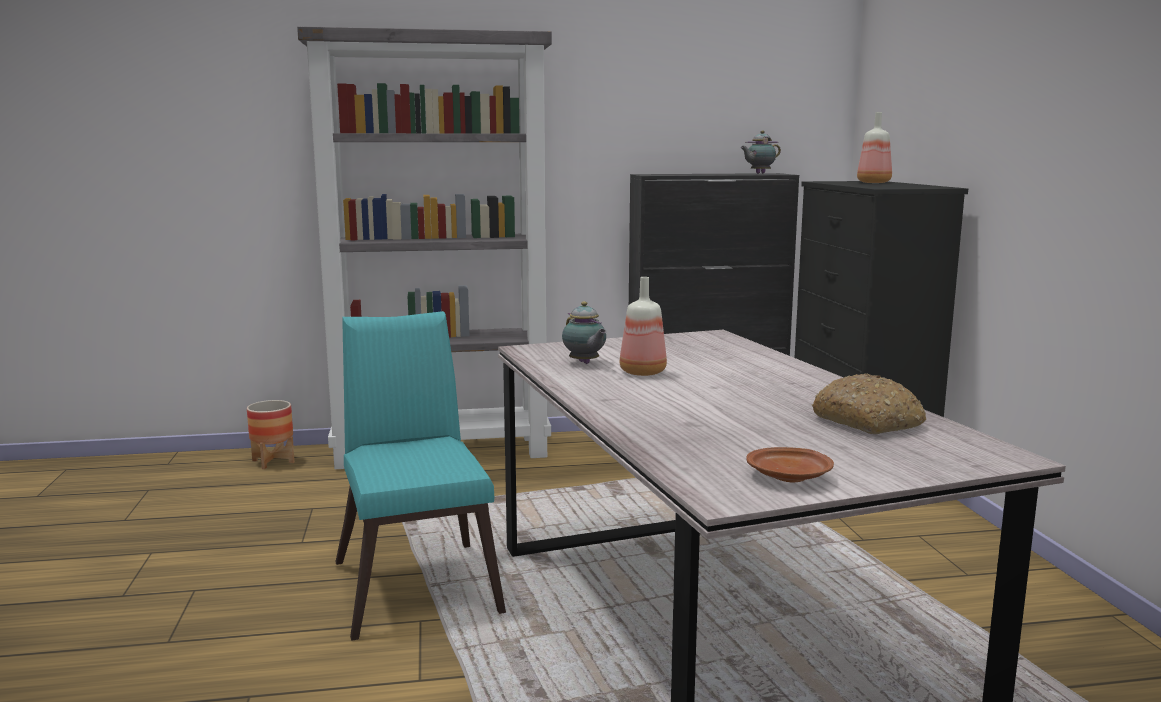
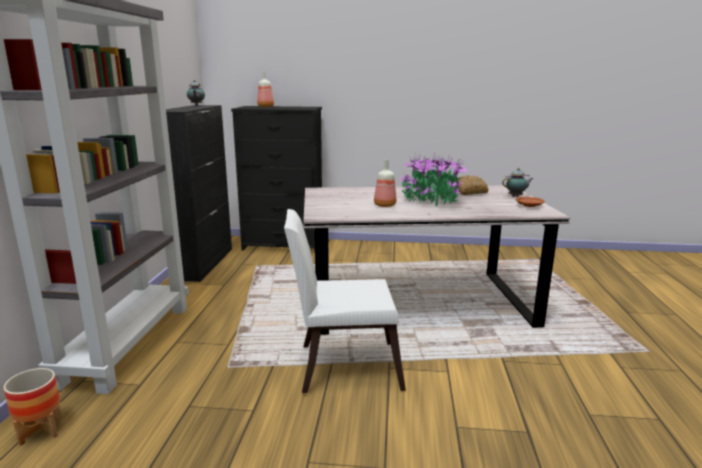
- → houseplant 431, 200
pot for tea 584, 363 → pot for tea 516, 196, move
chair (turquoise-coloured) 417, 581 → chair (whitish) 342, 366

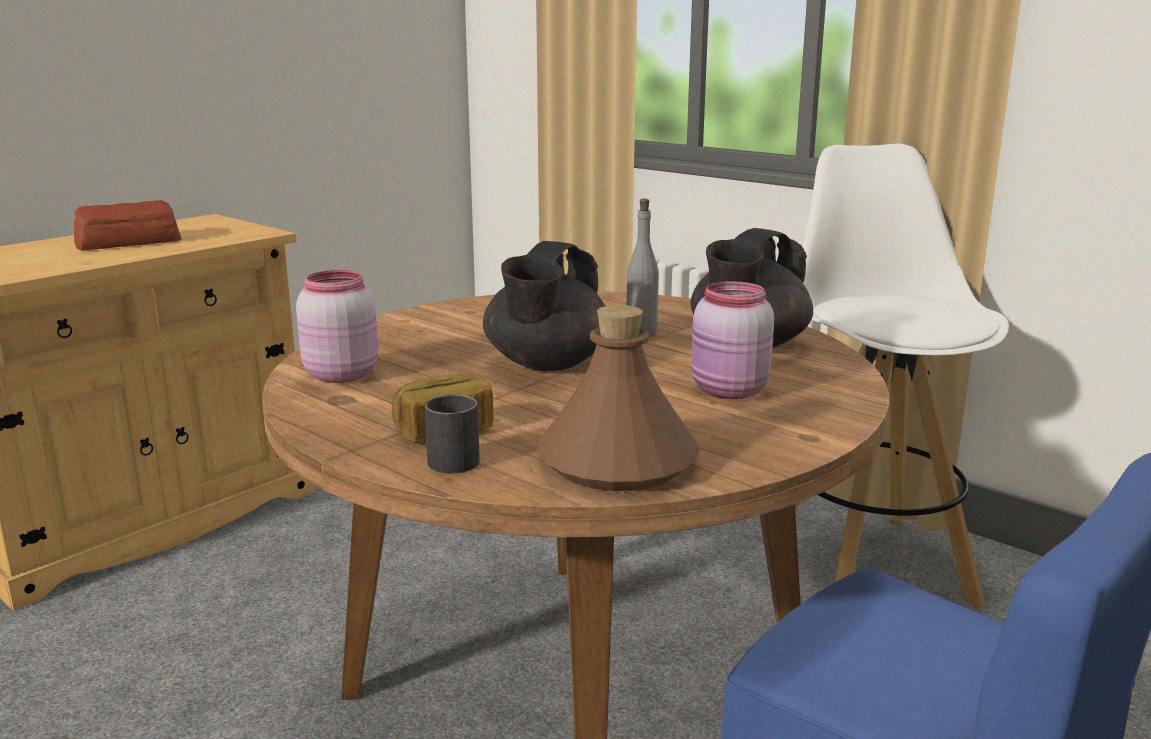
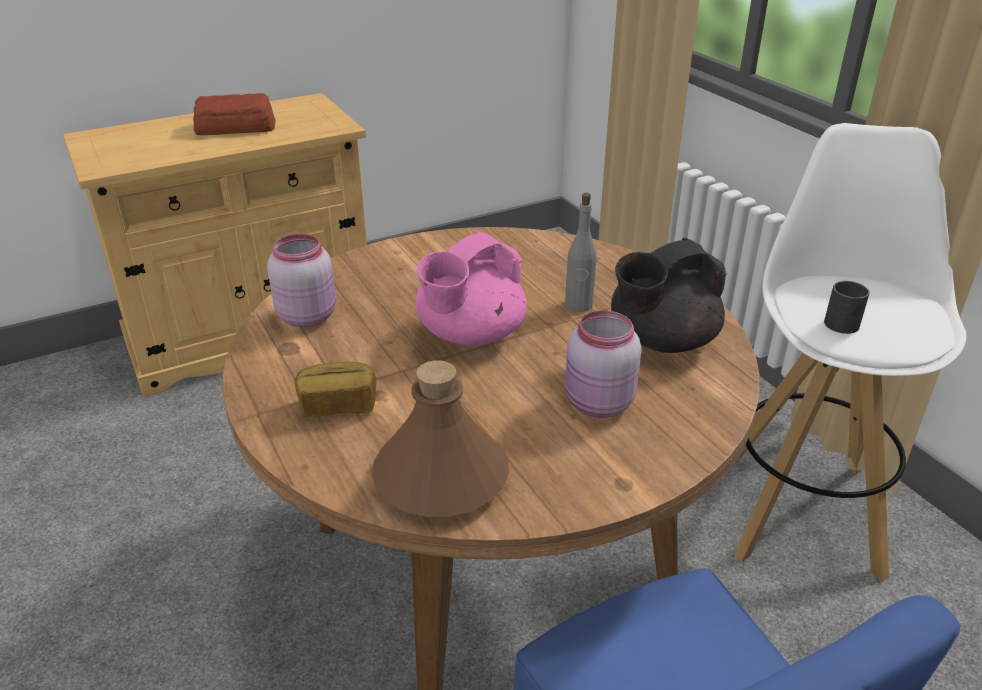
tea mug (black) 459, 457 → tea mug (black) 845, 321, move
pot for tea (black) 546, 365 → pot for tea (pink) 470, 335

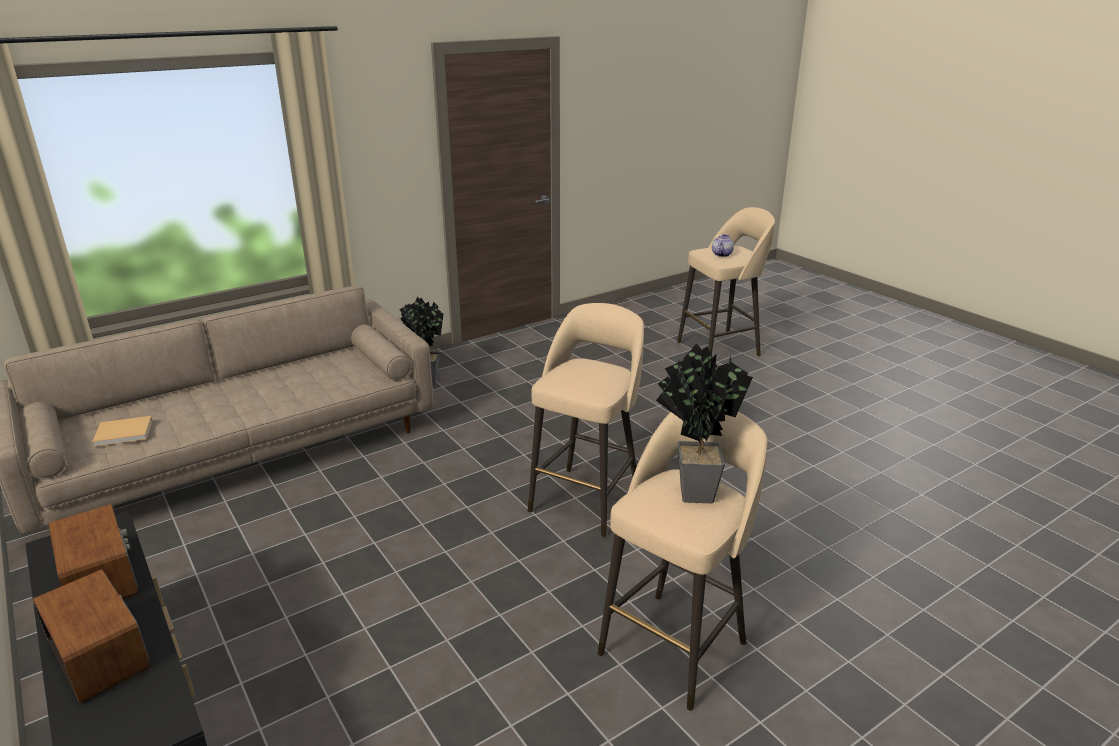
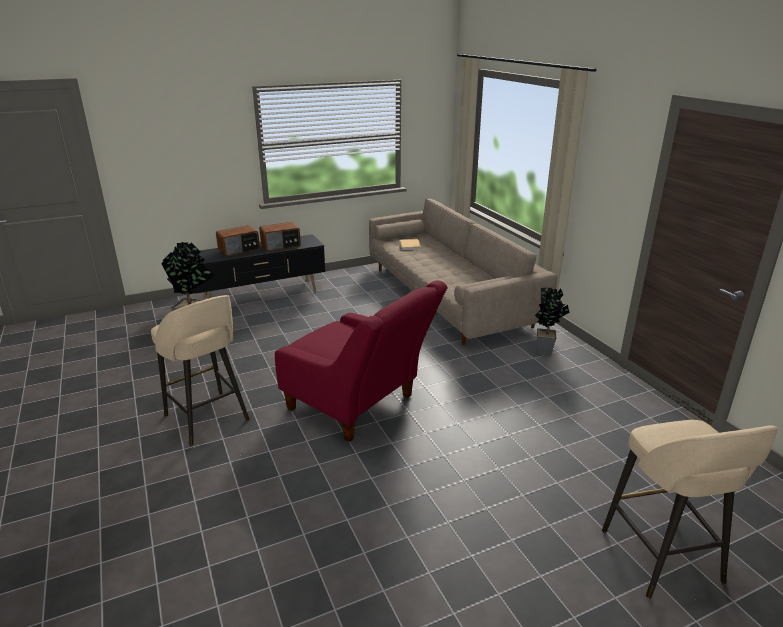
pot for tea 721, 254 → -
stool (beige) 587, 499 → lounge chair (reddish) 359, 406

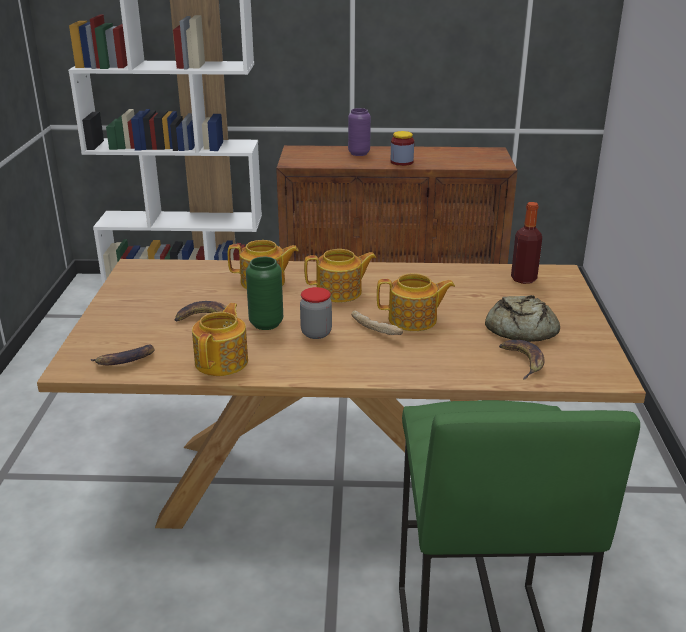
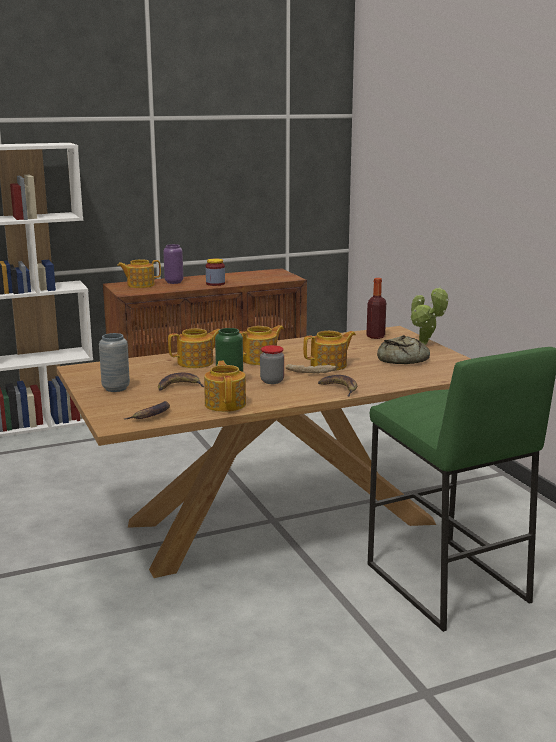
- → vase (gray) 116, 388
- → pot for tea 140, 285
- → houseplant 425, 344
banana 523, 361 → banana 339, 388, move

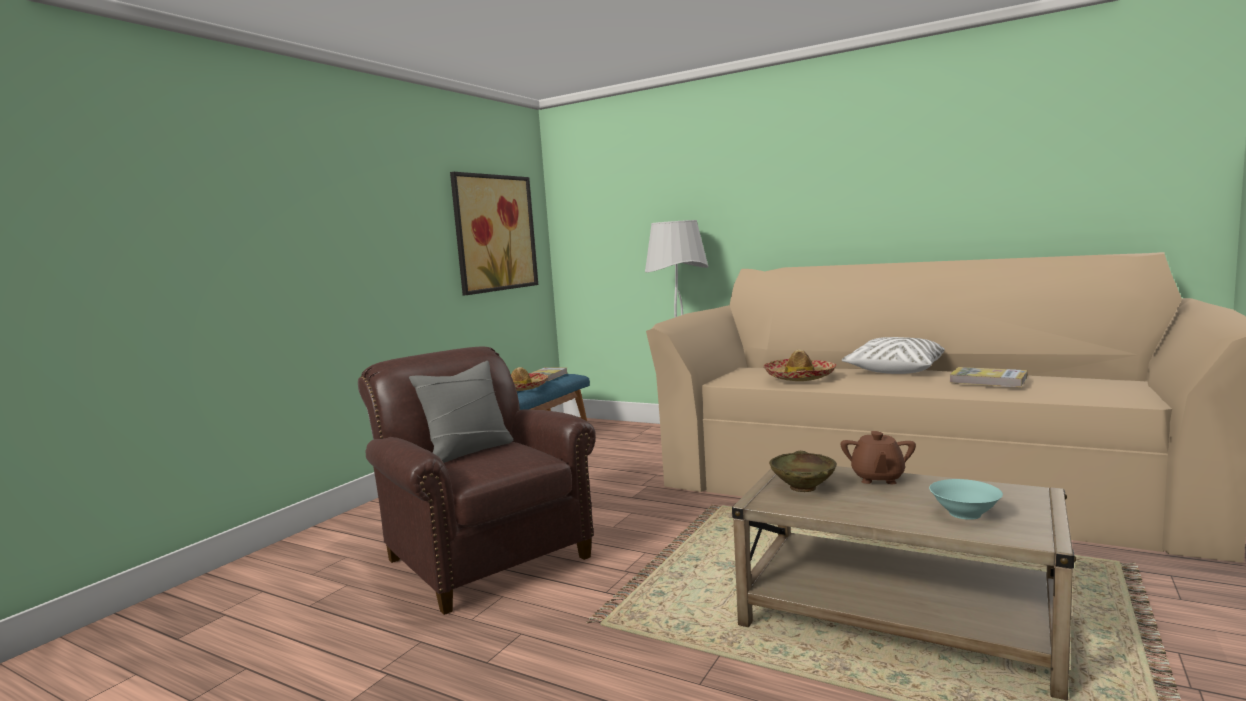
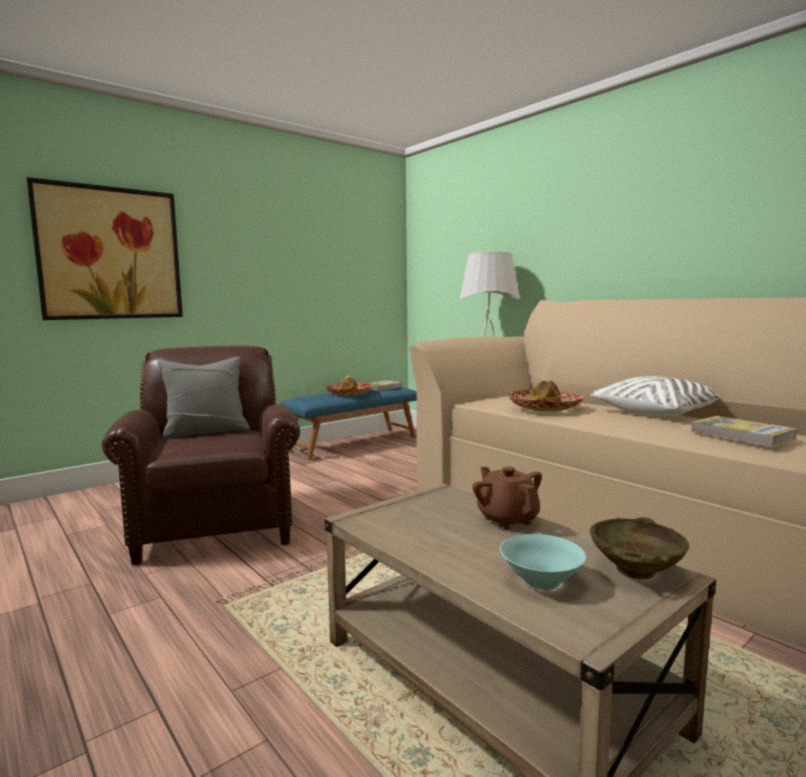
wall art 495, 233 → wall art 110, 253, move
bowl (beige) 803, 487 → bowl (beige) 635, 570, move
pot for tea (brown-coloured) 877, 478 → pot for tea (brown-coloured) 507, 519, 120 degrees clockwise

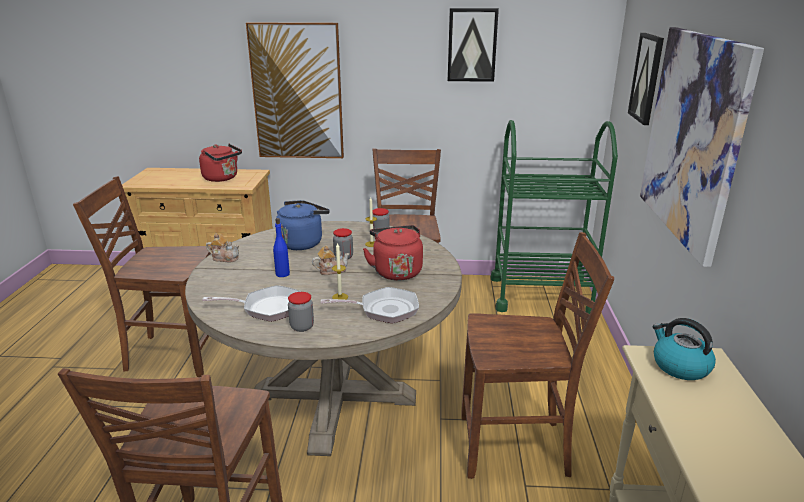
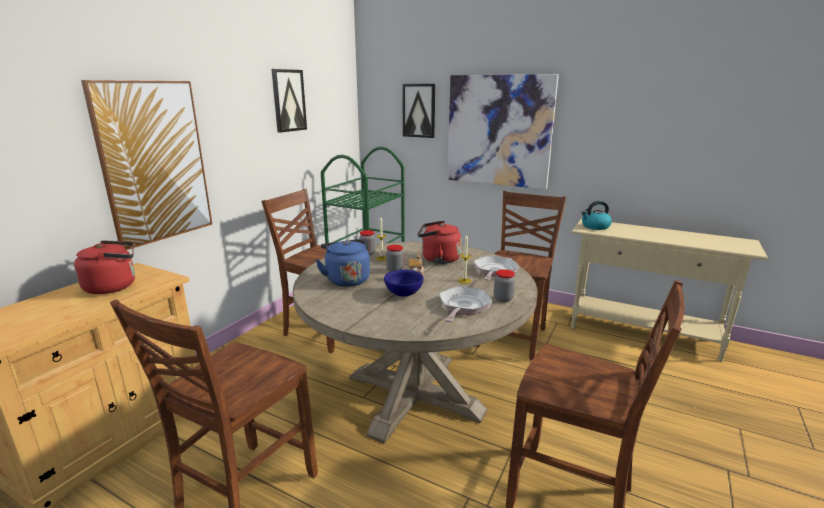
pot for tea 225, 258 → -
bottle (blue) 282, 274 → bowl (blue) 403, 294

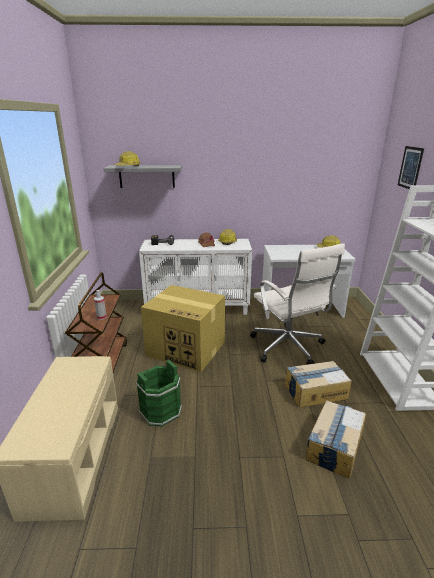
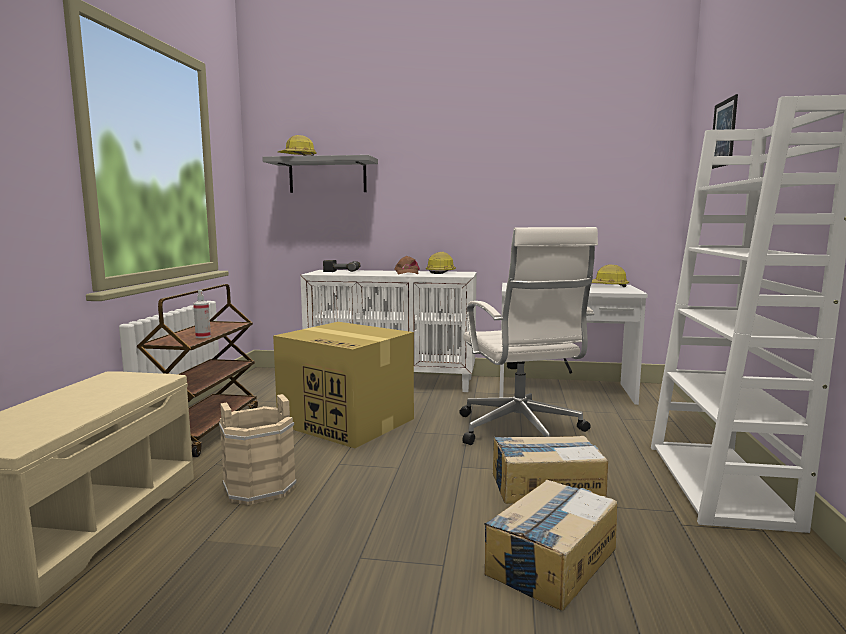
pail (green) 160, 411 → pail (beige) 259, 487

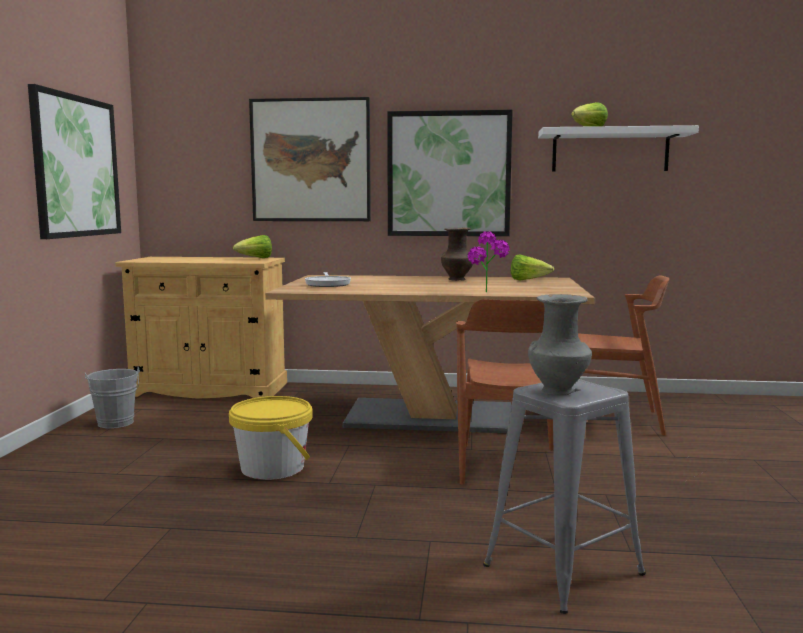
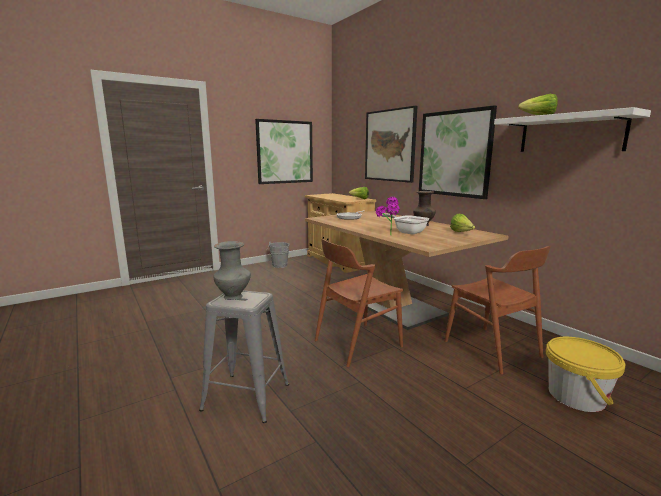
- → pan 407, 232
pail (yellow) 273, 468 → pail (yellow) 576, 396, move

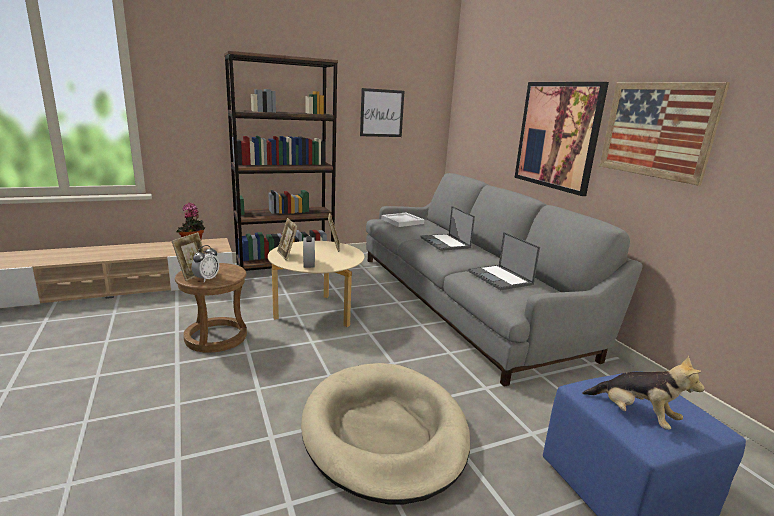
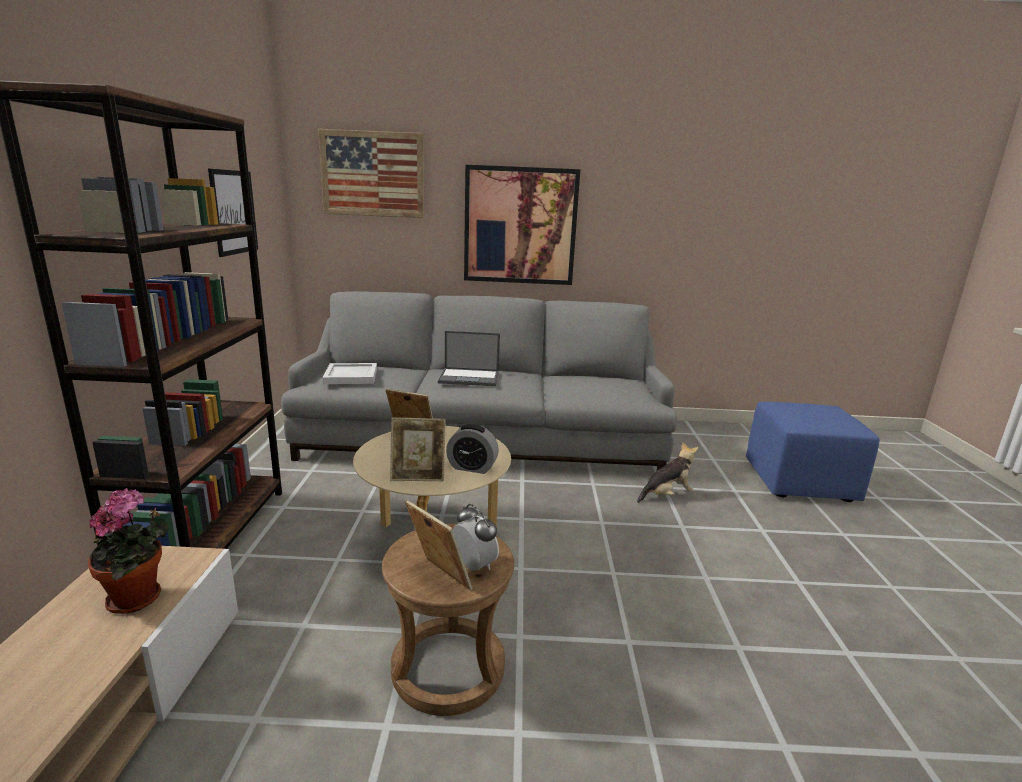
pet bed (beige) 384, 433 → -
portable computer 500, 278 → -
soft toy 635, 415 → soft toy 666, 495, move
wall art 657, 130 → wall art 372, 174, move

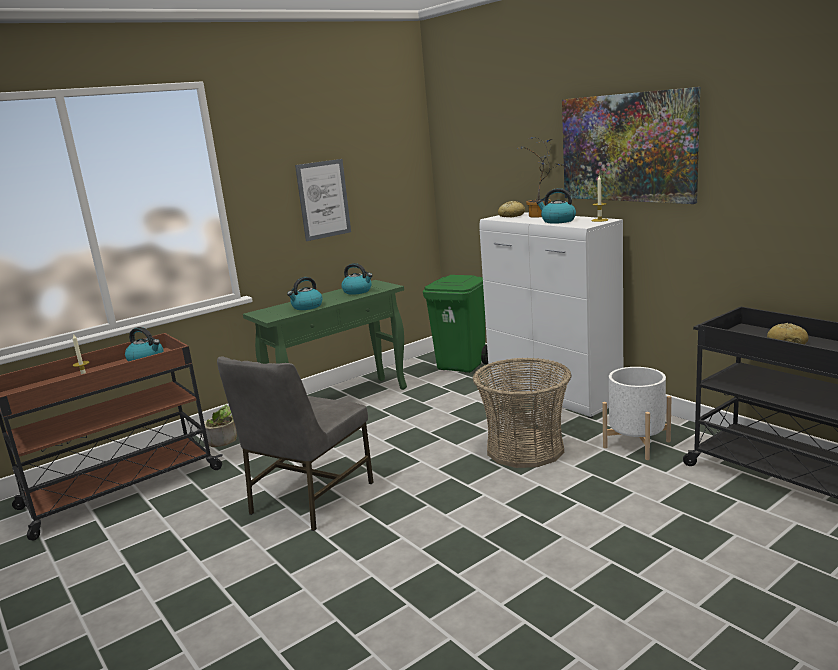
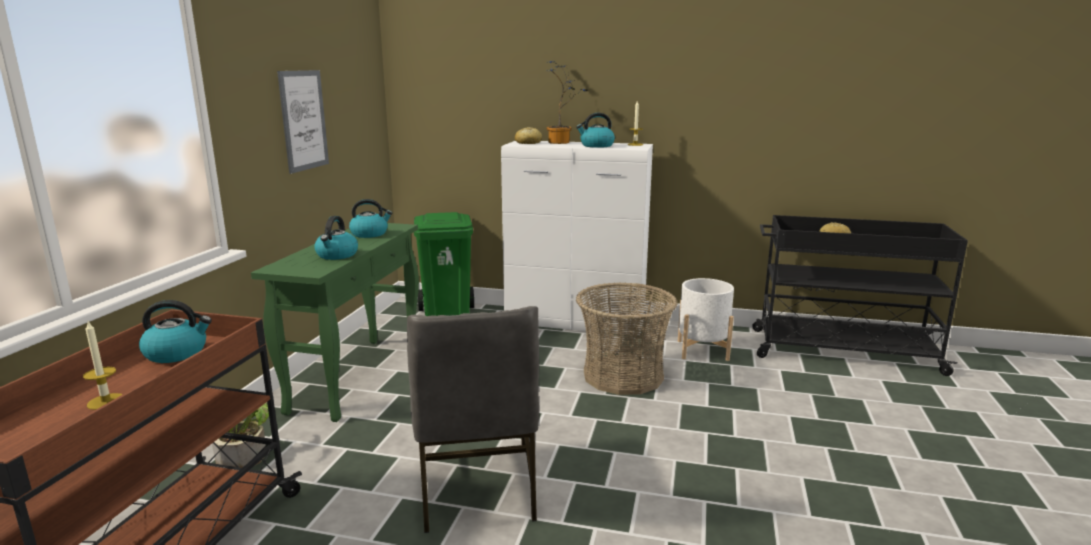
wall art 627, 147 → -

